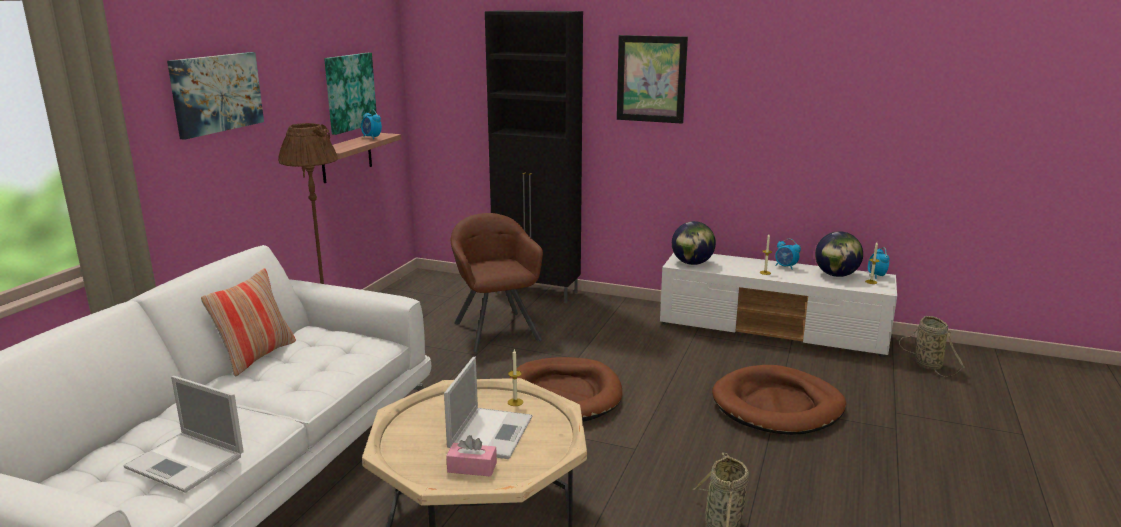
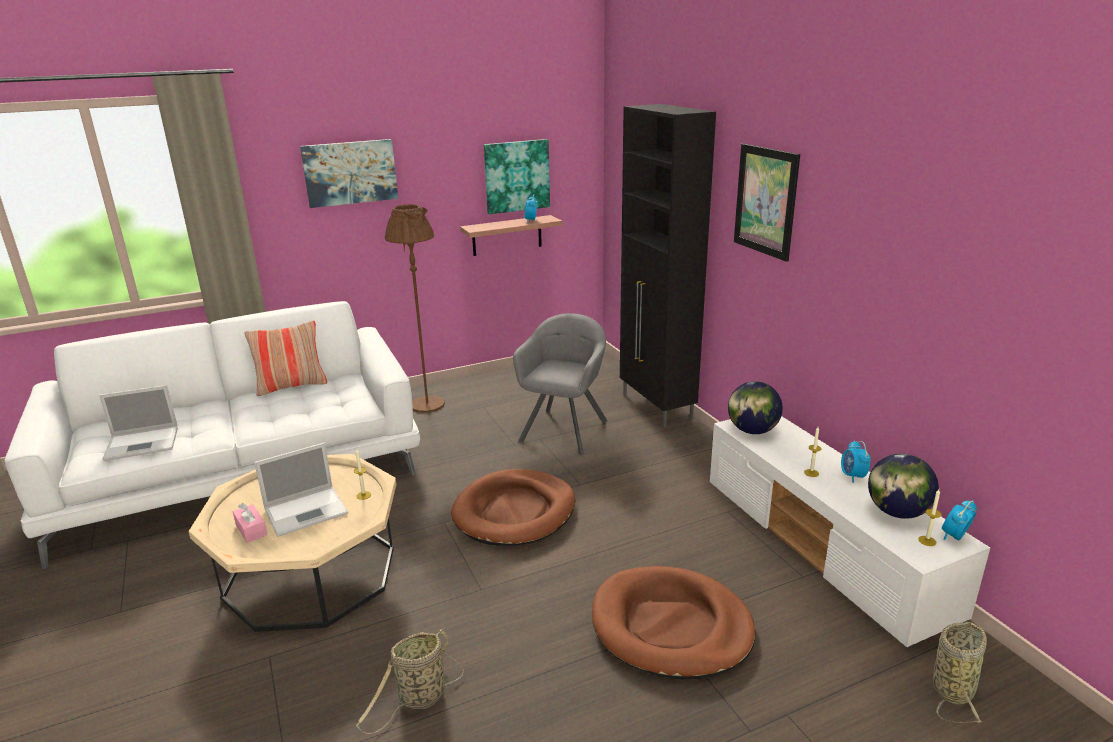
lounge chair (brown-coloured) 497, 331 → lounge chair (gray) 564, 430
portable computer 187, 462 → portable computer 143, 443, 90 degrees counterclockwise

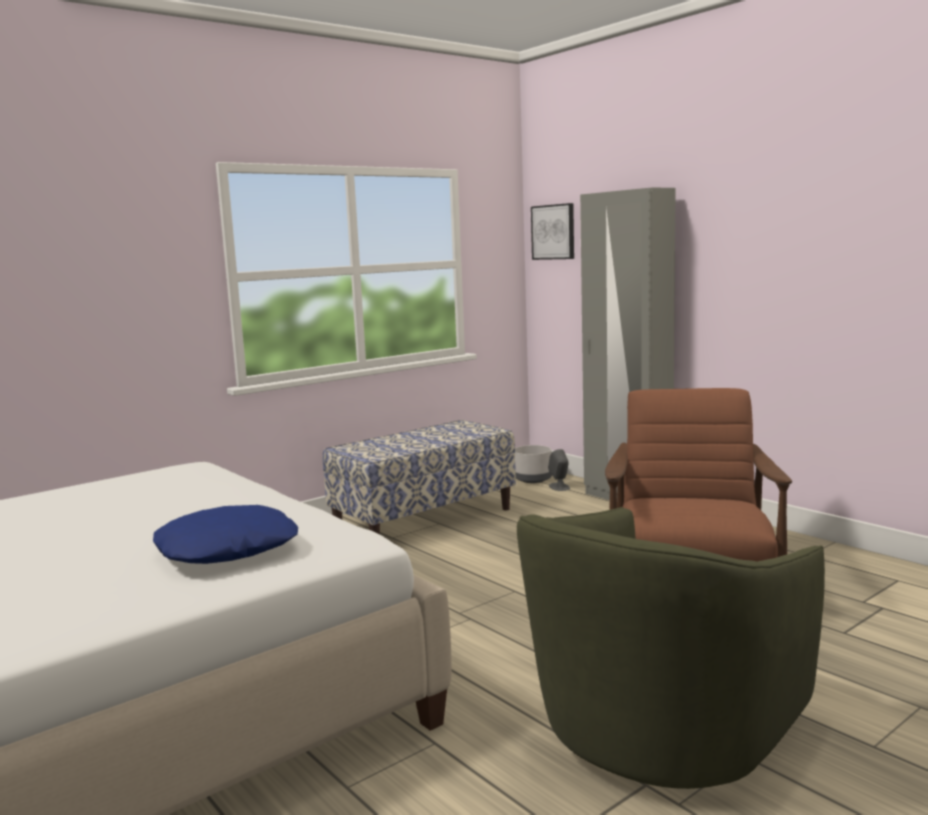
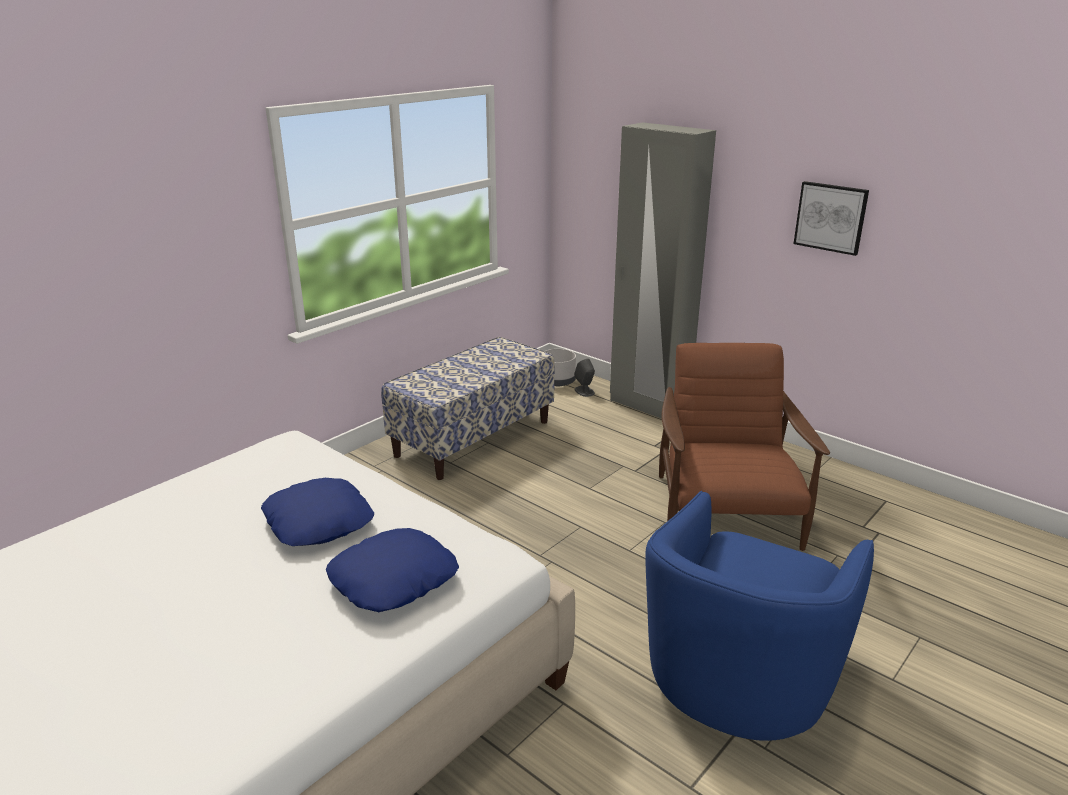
- → pillow (blue) 319, 521
wall art 553, 232 → wall art 831, 217, move
lounge chair (green) 662, 735 → lounge chair (blue) 738, 680

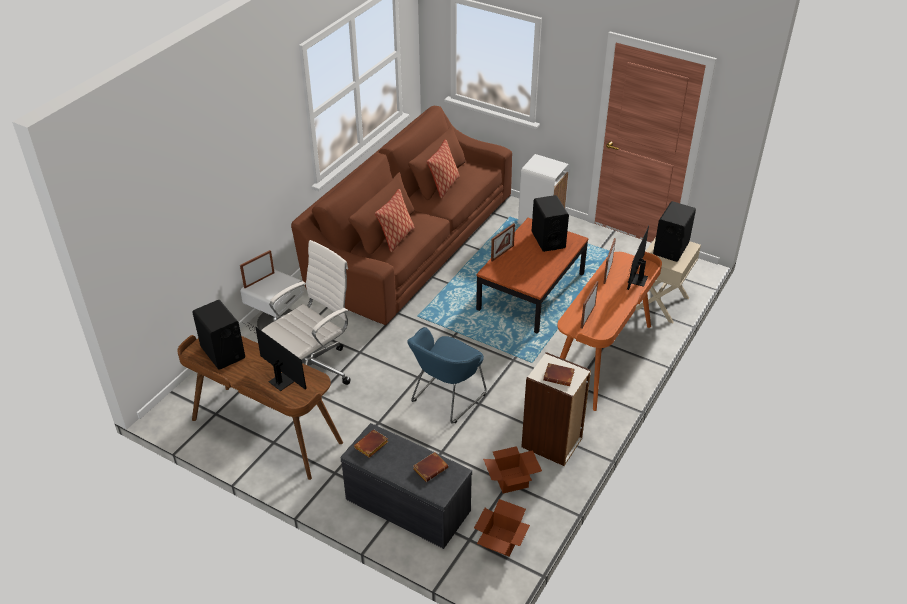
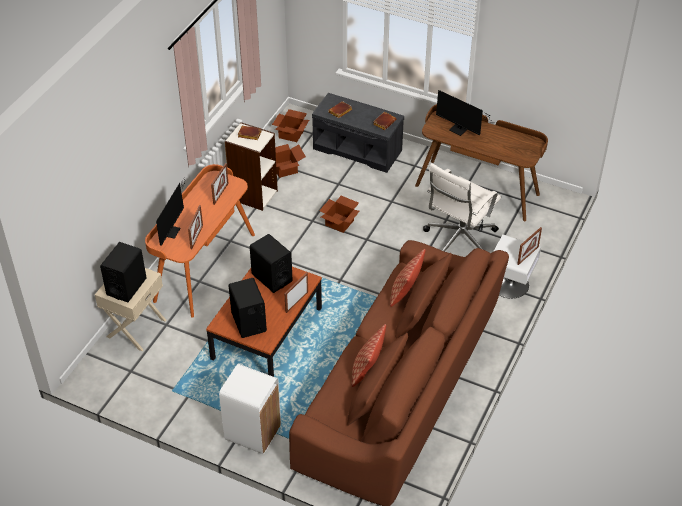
speaker (black) 223, 353 → speaker (black) 271, 277, move
lounge chair (blue) 445, 399 → cardboard box 340, 222

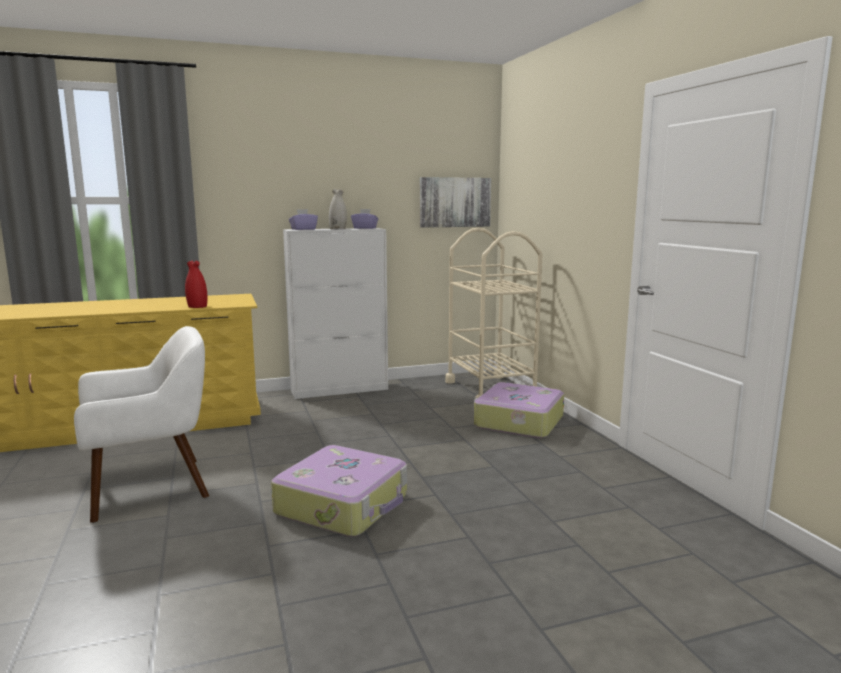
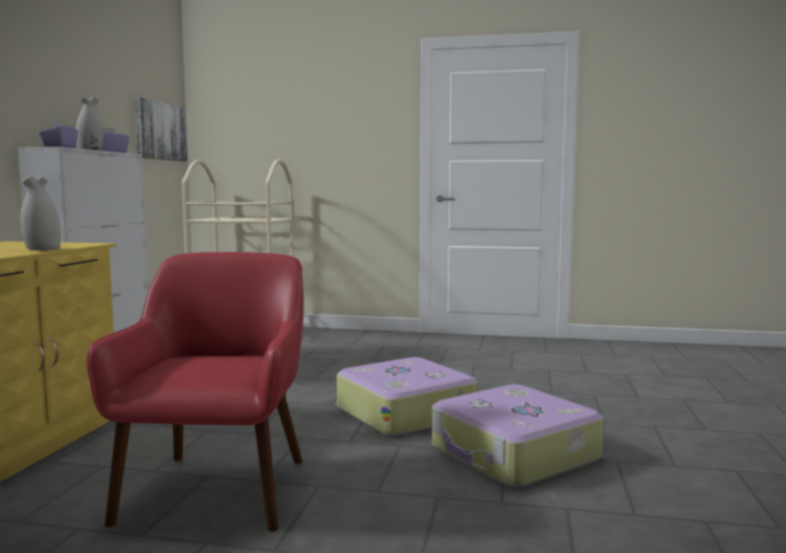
piece of luggage 517, 422 → piece of luggage 513, 454, move
lounge chair (whitish) 151, 488 → lounge chair (reddish) 218, 490
vase (reddish) 197, 306 → vase (whitish) 42, 249

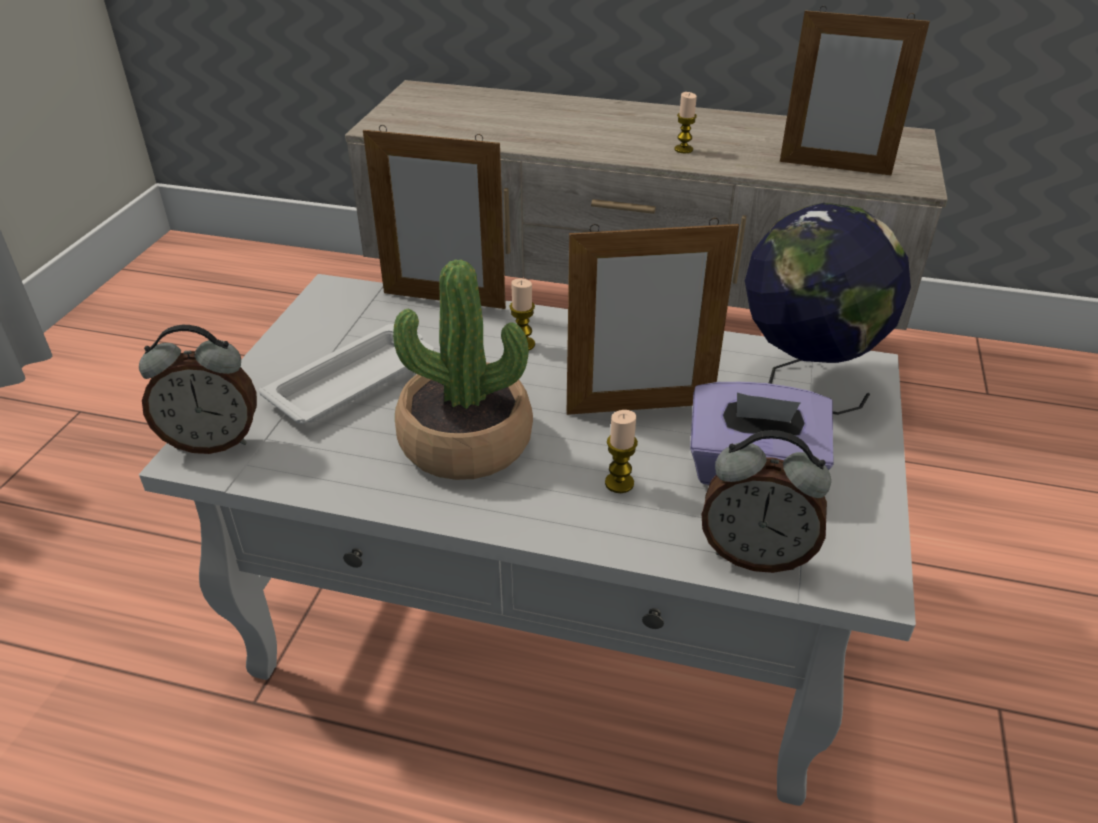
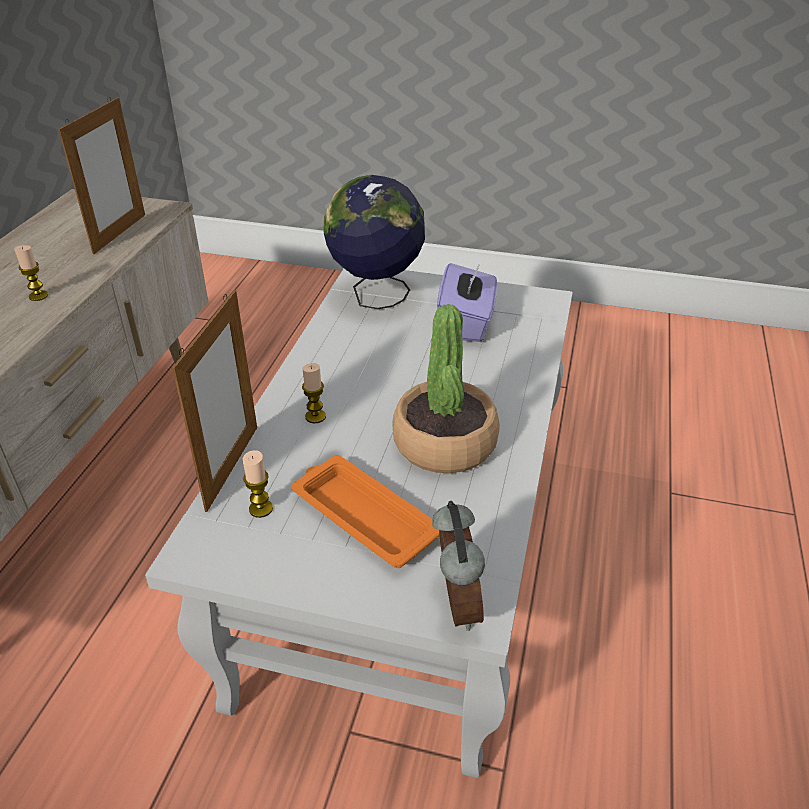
standing frame 640, 408 → -
alarm clock 755, 554 → -
candle 619, 483 → candle 261, 509, move
carrying tray (whitish) 354, 381 → carrying tray (orange-coloured) 363, 515

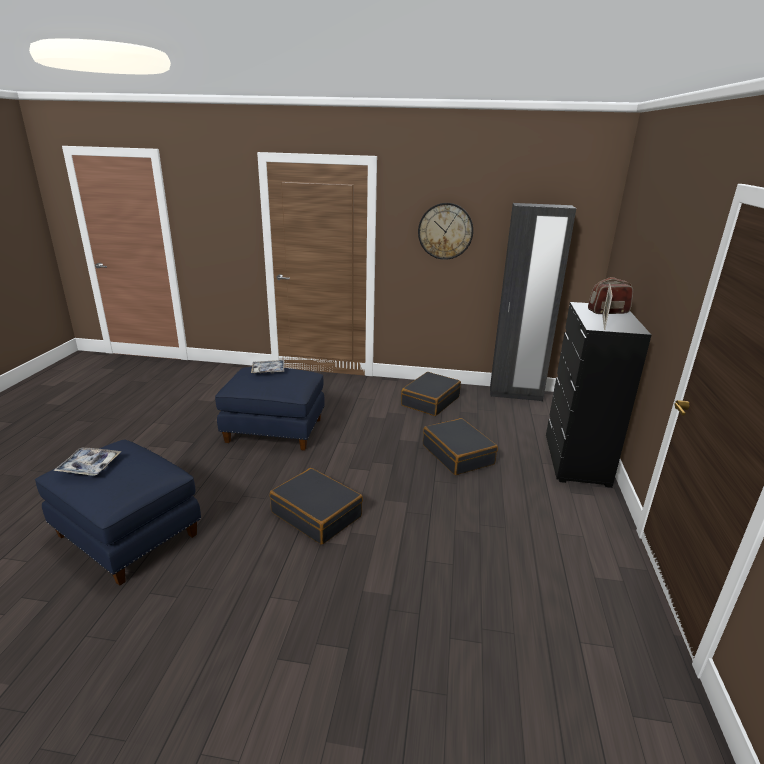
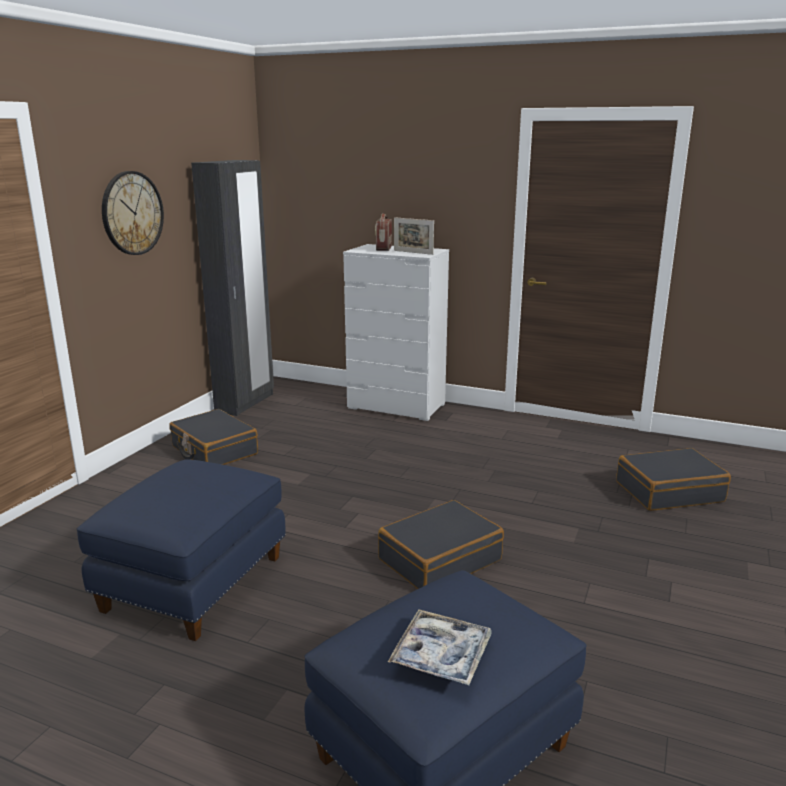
carrying tray 268, 370 → -
piece of luggage (black) 458, 454 → piece of luggage (black) 669, 491, move
drawer chest (black) 576, 461 → drawer chest (whitish) 397, 406

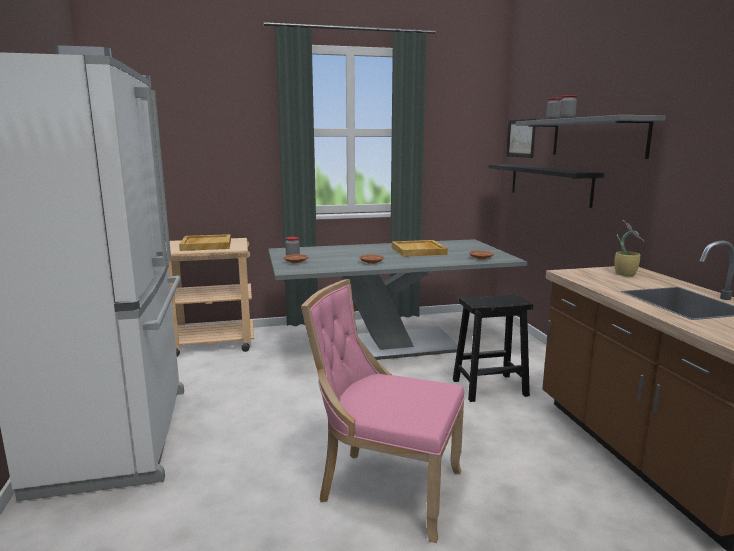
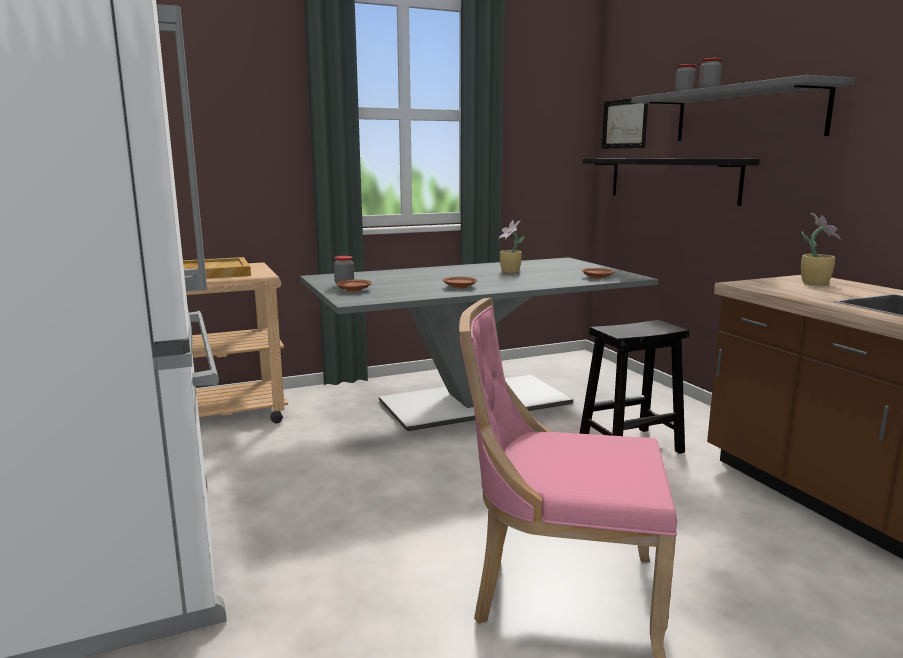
carrying tray (beige) 419, 251 → houseplant 510, 272

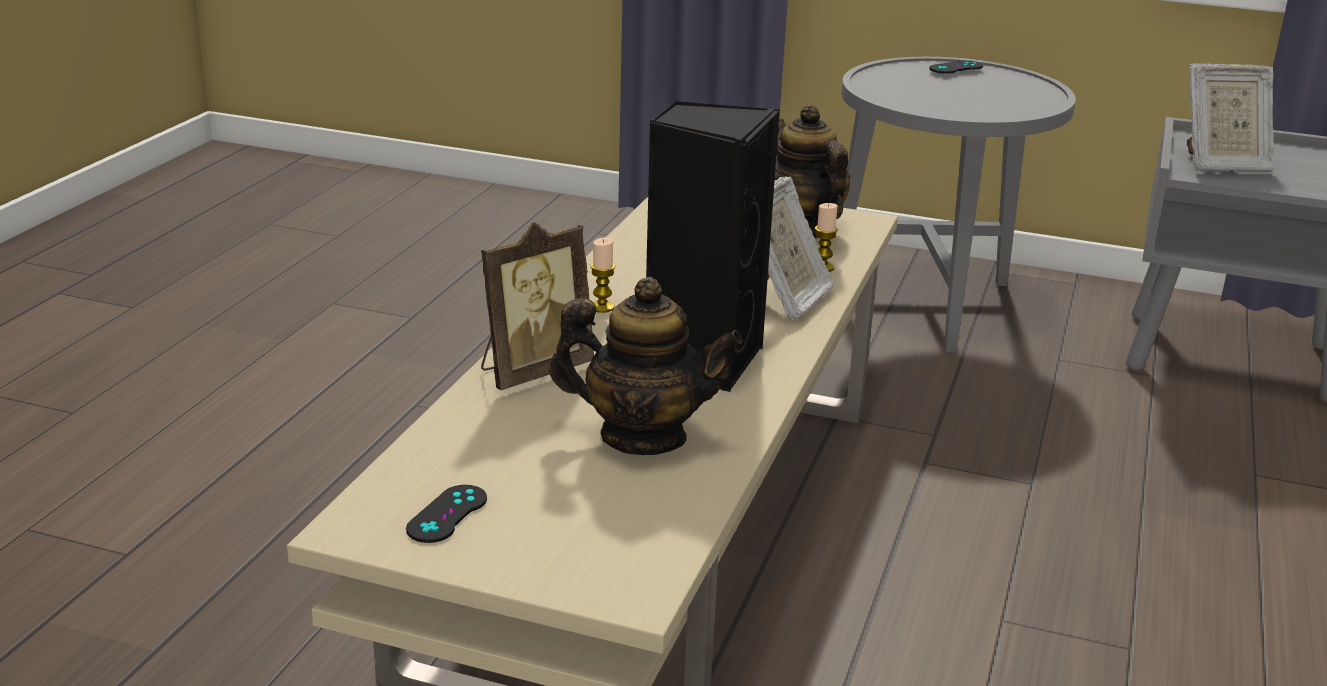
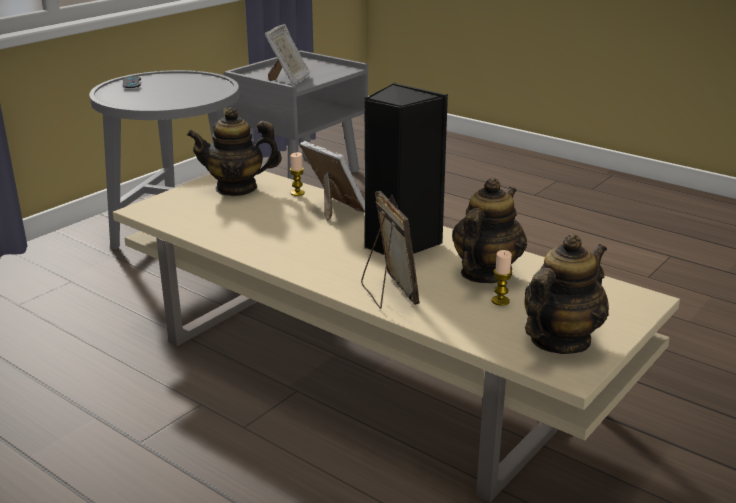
candle 602, 307 → candle 500, 301, move
gamepad (black) 447, 514 → pot for tea 559, 340

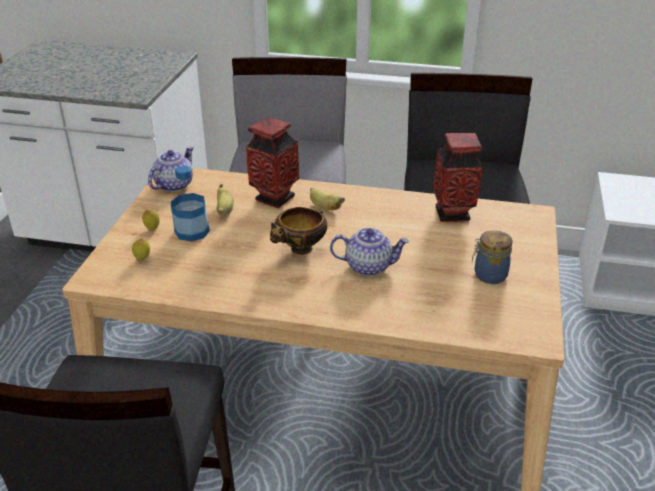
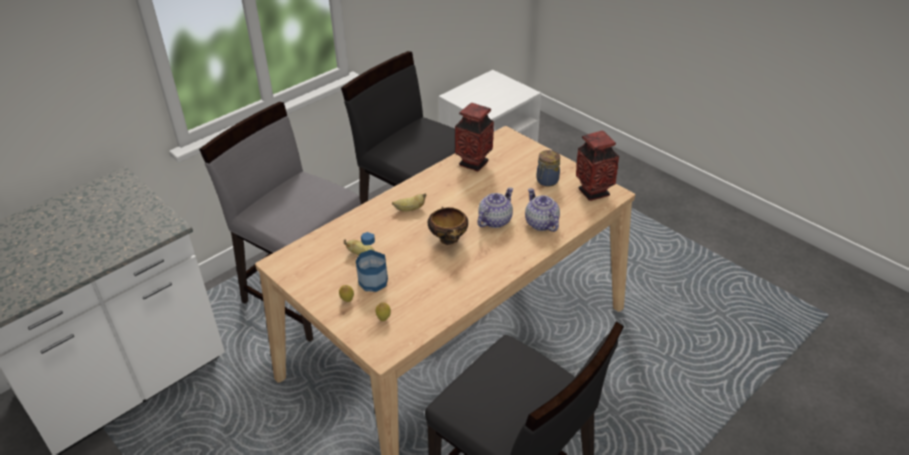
pot for tea 174, 185 → pot for tea 540, 223, move
vase 274, 198 → vase 593, 192, move

